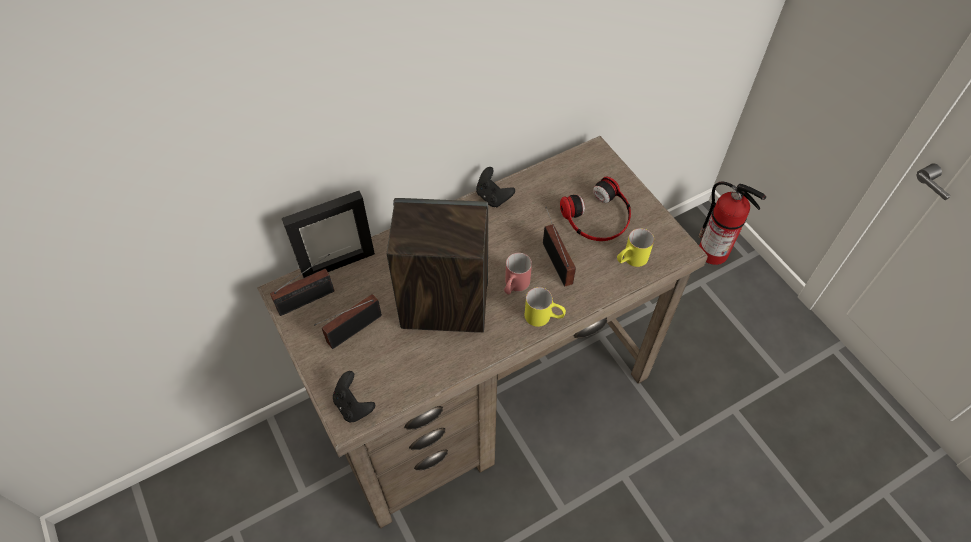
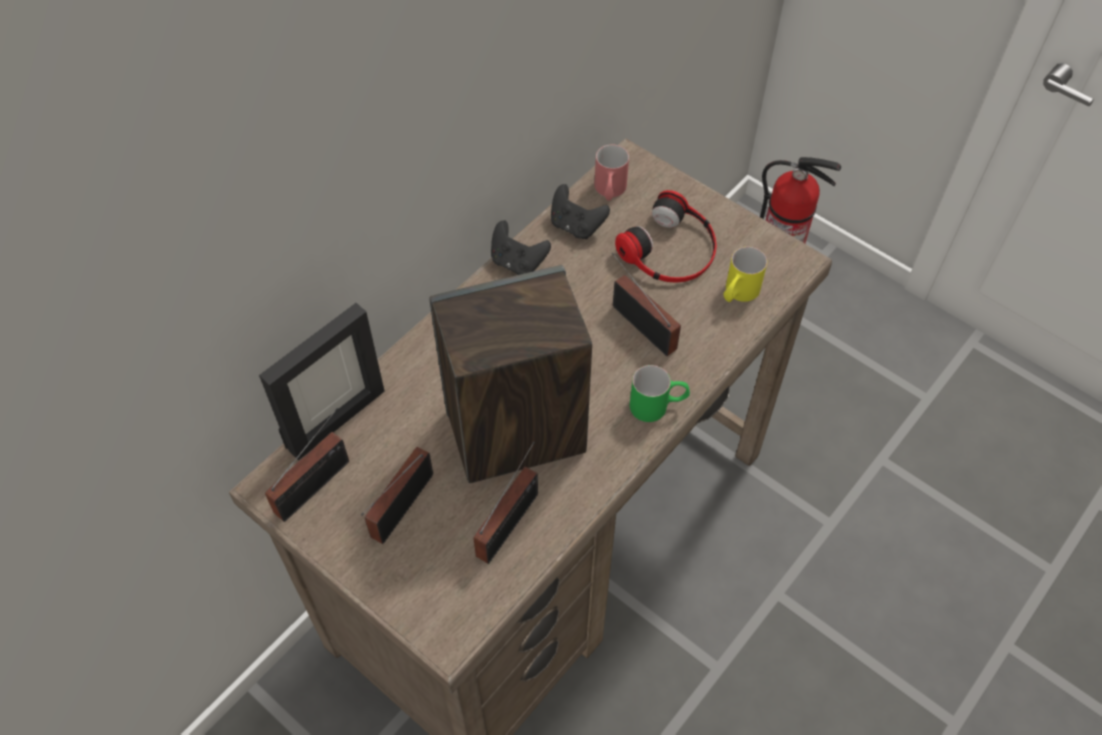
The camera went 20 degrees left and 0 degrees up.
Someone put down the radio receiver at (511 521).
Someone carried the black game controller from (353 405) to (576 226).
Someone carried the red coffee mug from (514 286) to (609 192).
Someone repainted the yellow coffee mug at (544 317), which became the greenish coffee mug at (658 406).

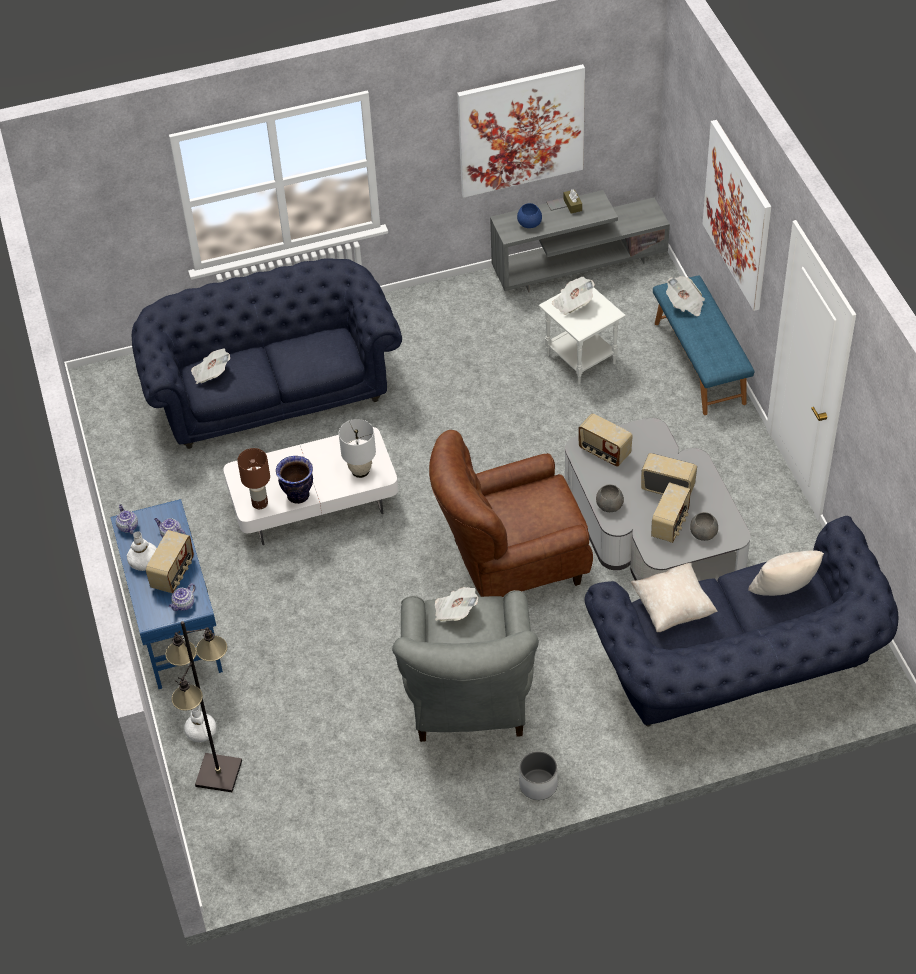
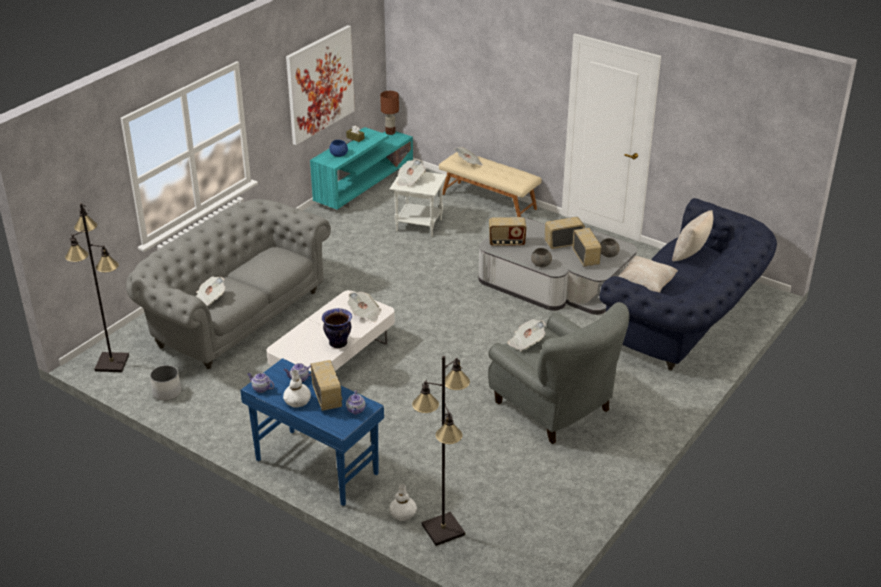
The camera went 40 degrees left and 15 degrees down.
Someone put down the black standard lamp at (112 363).
Someone repainted the blue-coloured sofa at (271 388), which became the greyish sofa at (233 315).
Someone carried the whitish plant pot from (538 784) to (167 392).
Someone repainted the greyish tv stand at (580 264), which became the blue-green tv stand at (365 185).
Someone swapped the whitish table lamp at (360 471) for the printed paper at (365 314).
Someone carried the brown table lamp from (259 503) to (390 133).
Someone repainted the blue-coloured bench at (700 362), which became the beige-coloured bench at (489 201).
Someone took away the brown armchair at (510 563).
Someone took away the picture at (738 214).

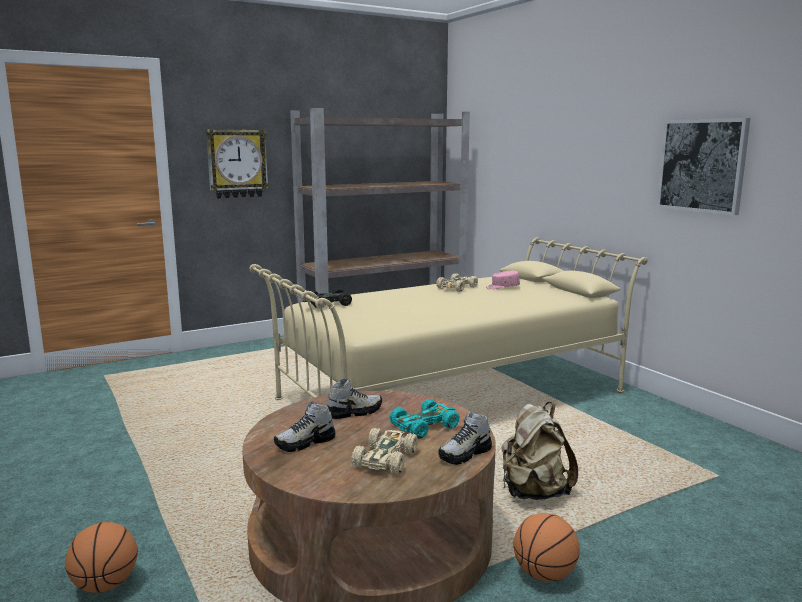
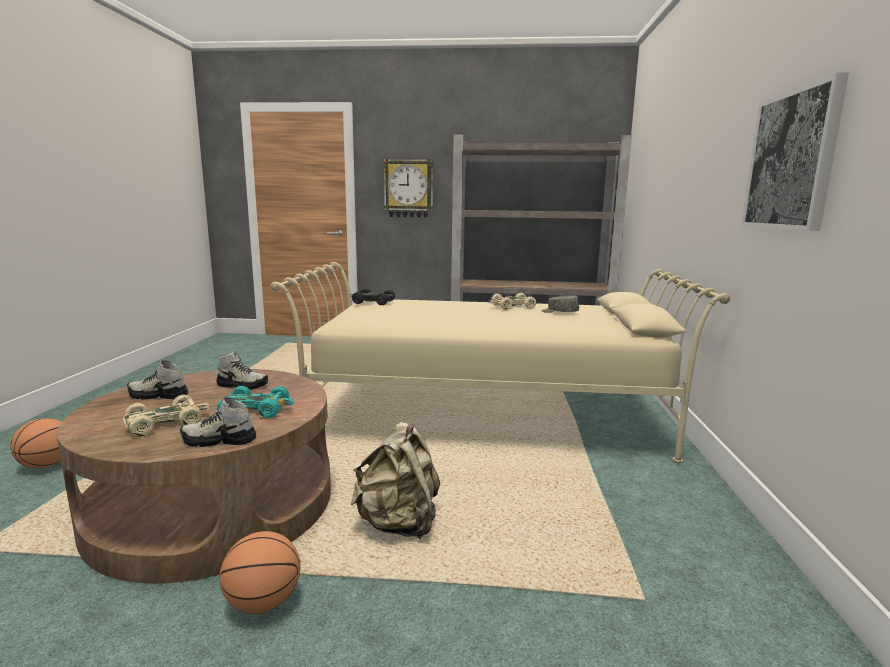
The camera went 35 degrees right and 0 degrees up.
Someone repainted the pinkish peaked cap at (502 287), which became the greyish peaked cap at (559 312).

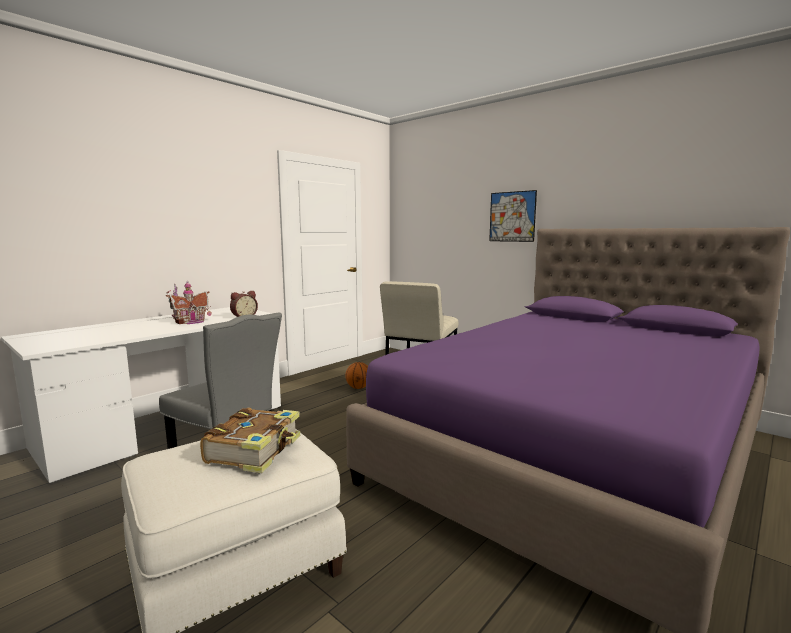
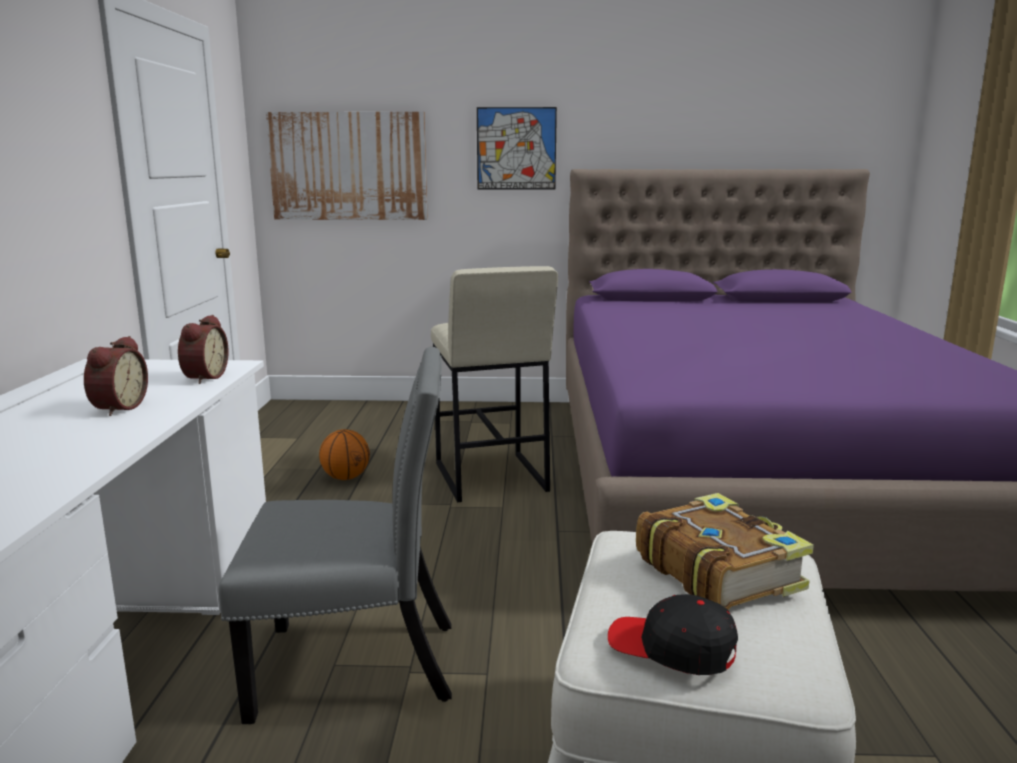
The camera went 40 degrees left and 5 degrees up.
Someone swapped the model house at (191 322) for the bedside clock at (117 408).
Someone put up the picture at (348 166).
Someone put down the black peaked cap at (672 648).

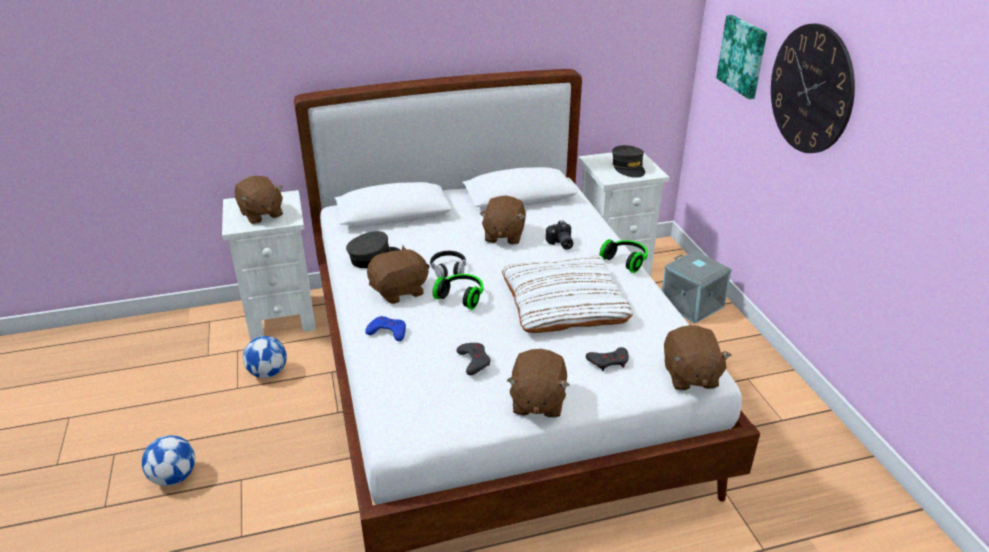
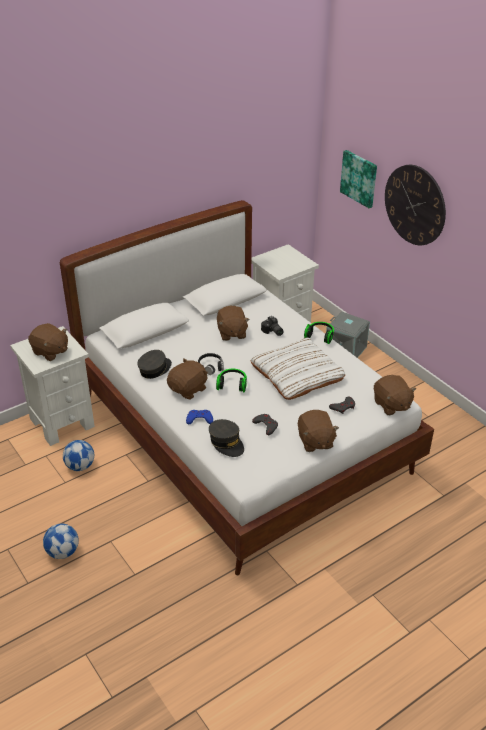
The camera went 20 degrees left and 5 degrees up.
Someone carried the greyish peaked cap from (628 168) to (226 443).

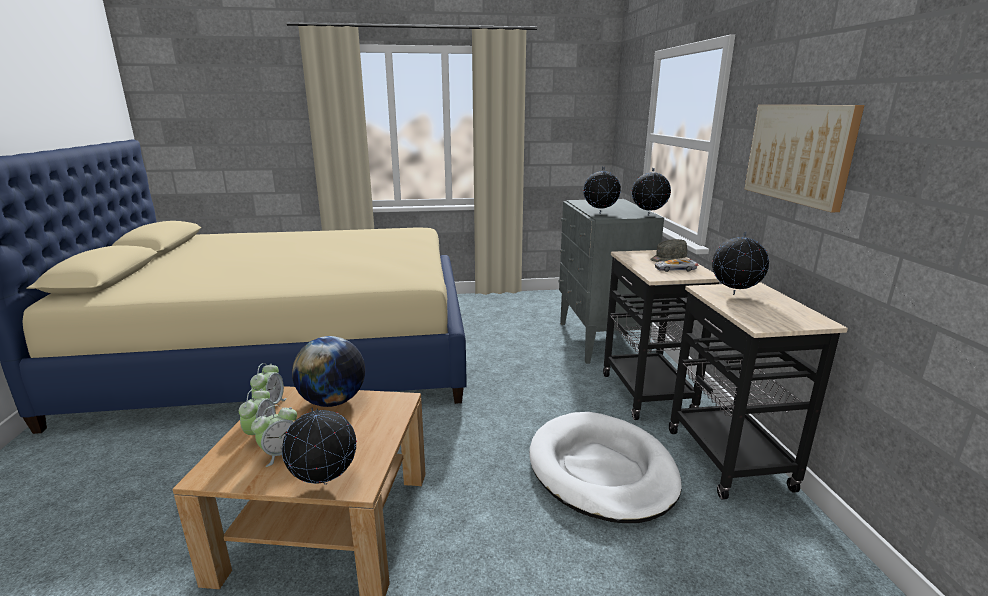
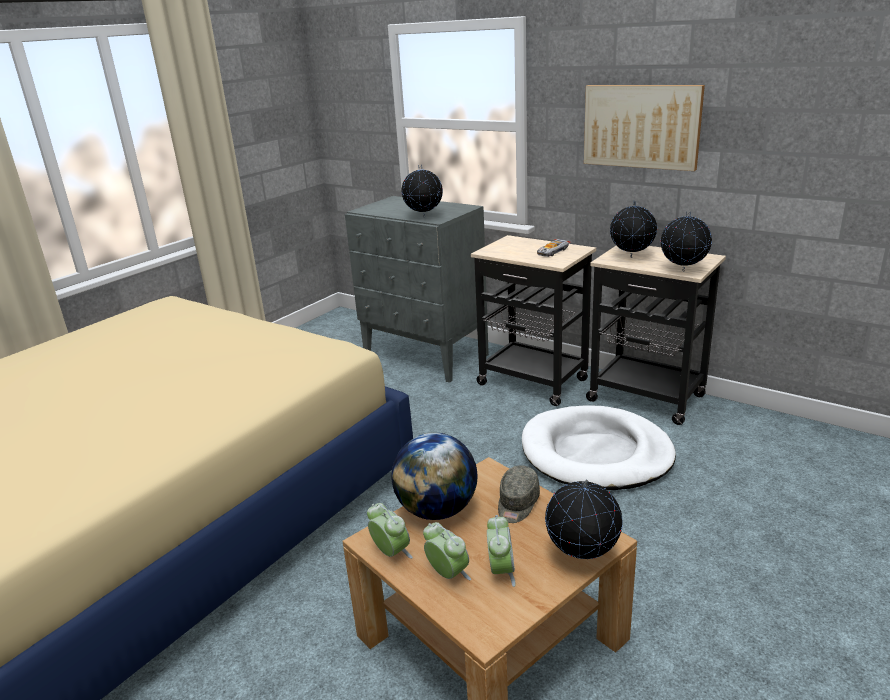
The camera went 45 degrees left and 5 degrees up.
Someone carried the greyish peaked cap from (667 259) to (517 504).
Someone carried the desk globe from (648 215) to (683 270).

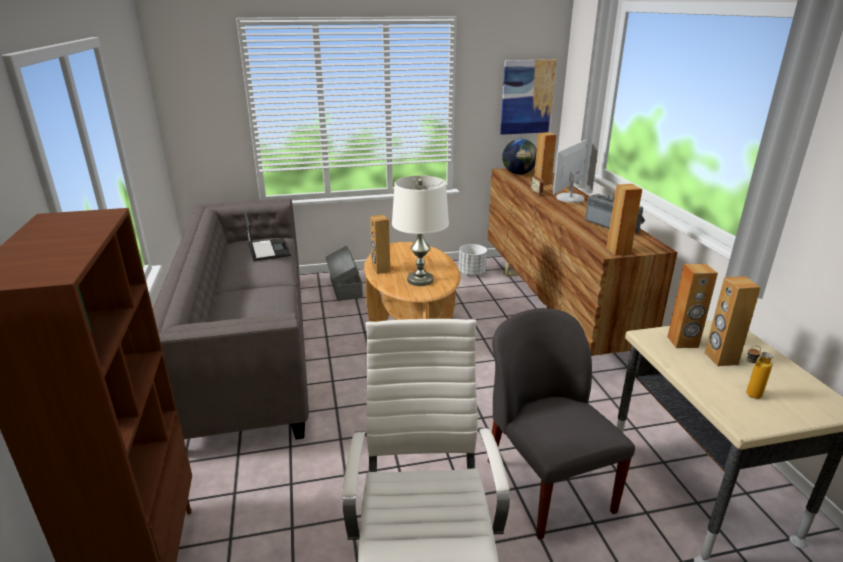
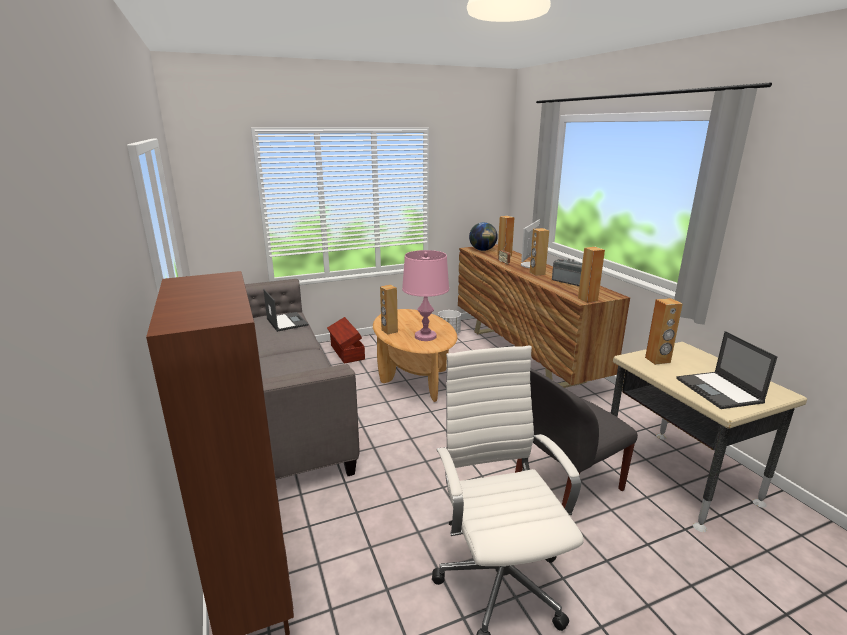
The camera went 10 degrees left and 5 degrees down.
Someone repainted the greyish storage box at (345 287), which became the brown storage box at (346 352).
Someone repainted the whitish table lamp at (420 280), which became the pinkish table lamp at (425 336).
Someone rotated the greyish chair at (546 484) by 90 degrees counterclockwise.
Someone carried the brown speaker from (720 358) to (537 273).
Someone swapped the bottle at (747 395) for the portable computer at (719 391).
Someone took away the picture at (527 97).

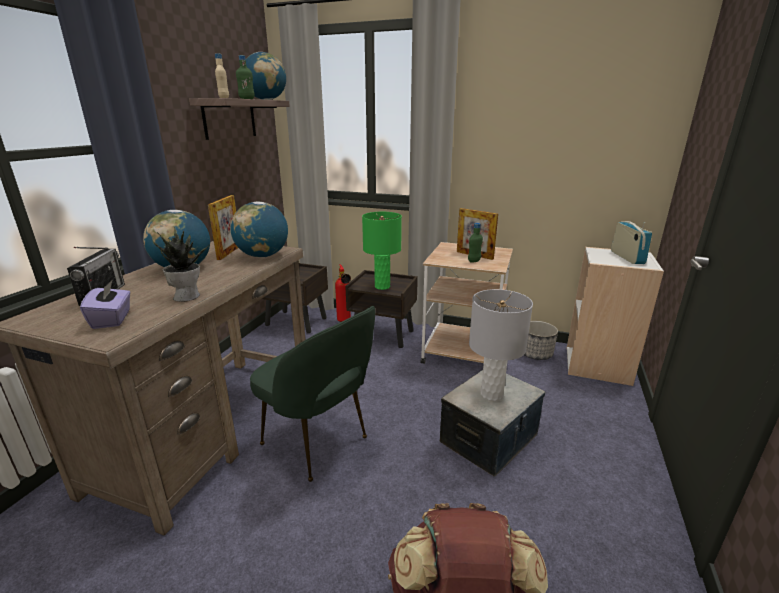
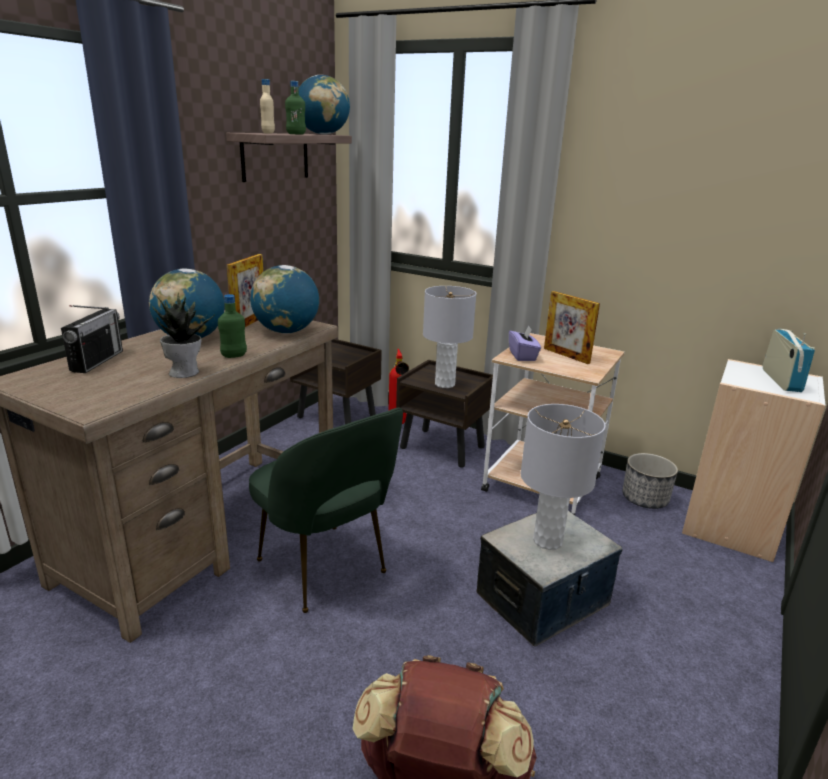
The camera went 10 degrees right and 0 degrees up.
Someone carried the greenish bottle from (474 261) to (234 356).
Someone repainted the greenish table lamp at (382 286), which became the greyish table lamp at (445 384).
Someone carried the purple box of tissues from (112 319) to (523 356).

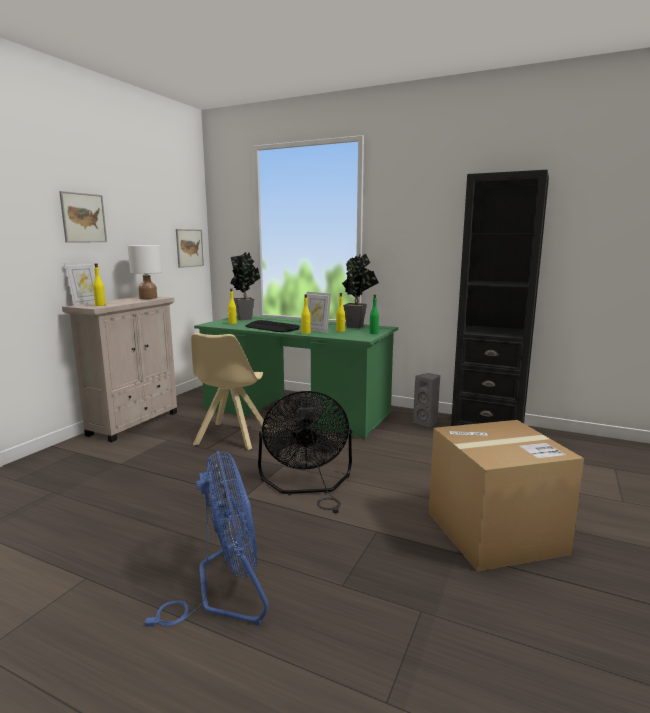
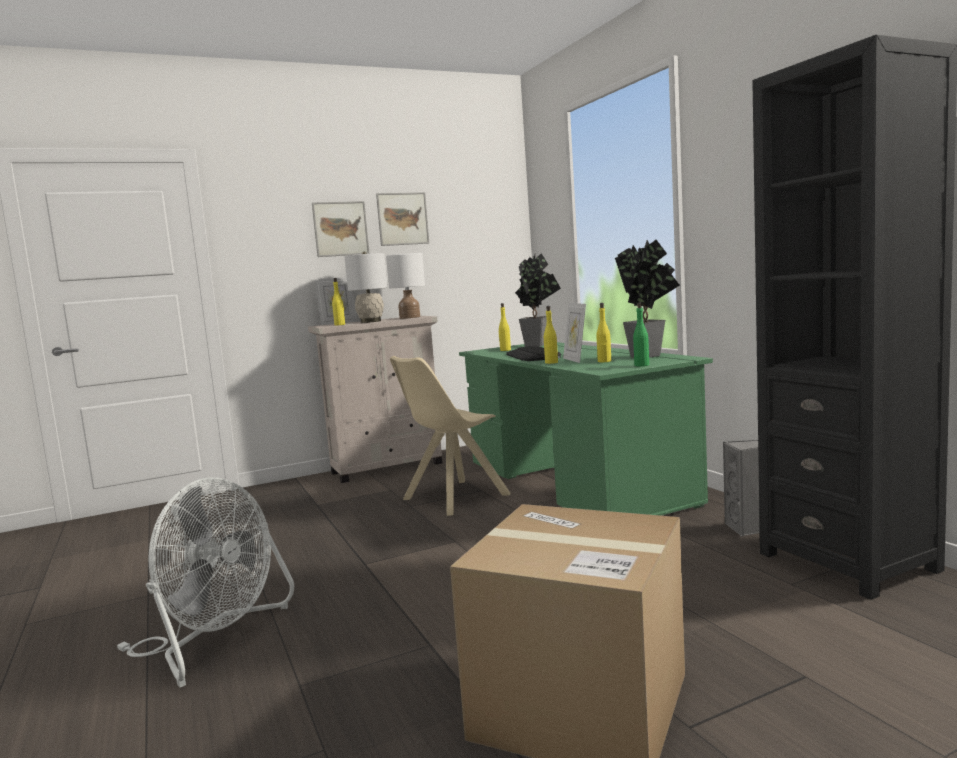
The camera went 40 degrees right and 5 degrees down.
Someone repainted the blue-coloured electric fan at (222 587), which became the whitish electric fan at (210 642).
Someone put down the whitish table lamp at (370 321).
Someone carried the picture from (189 248) to (402 219).
Someone took away the black electric fan at (310 486).

